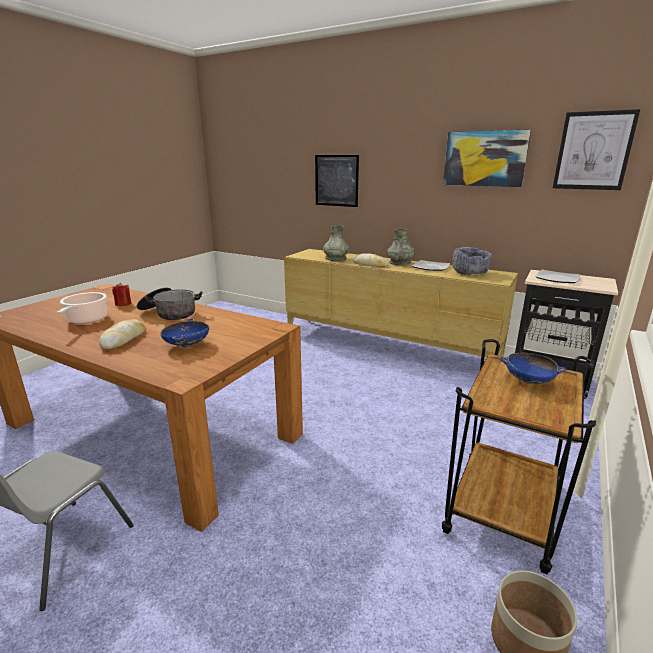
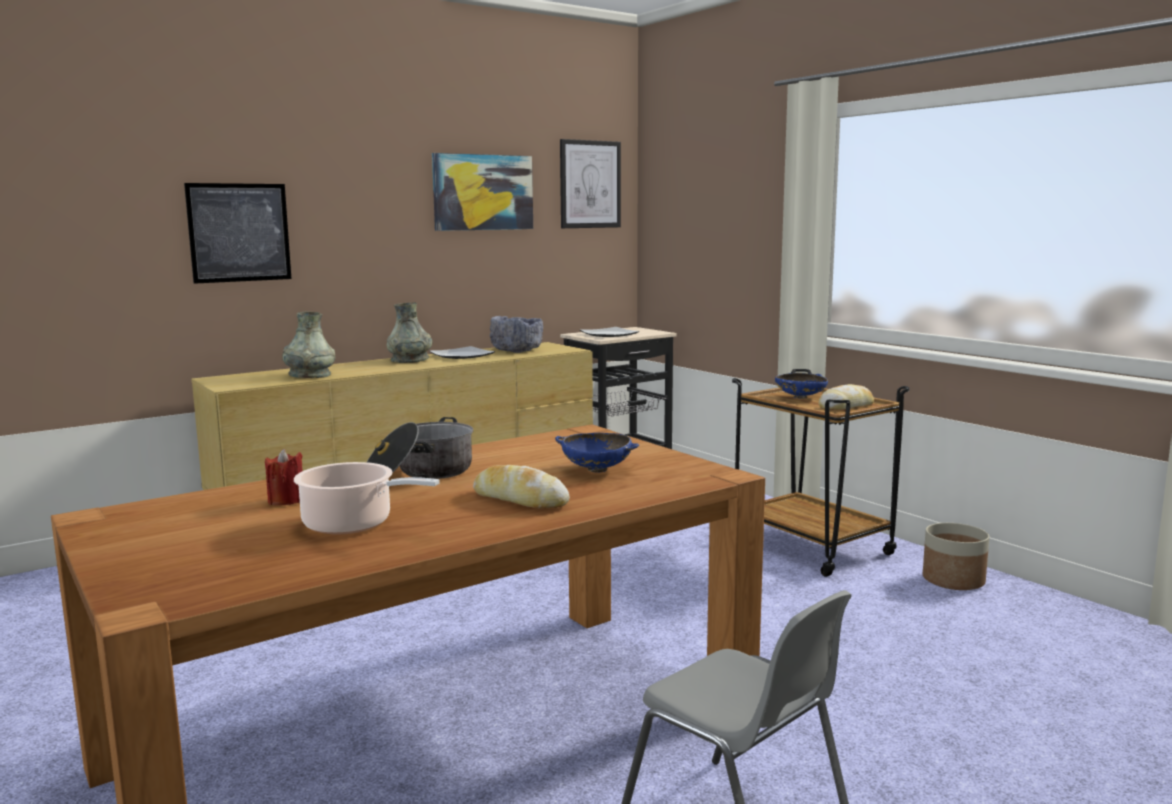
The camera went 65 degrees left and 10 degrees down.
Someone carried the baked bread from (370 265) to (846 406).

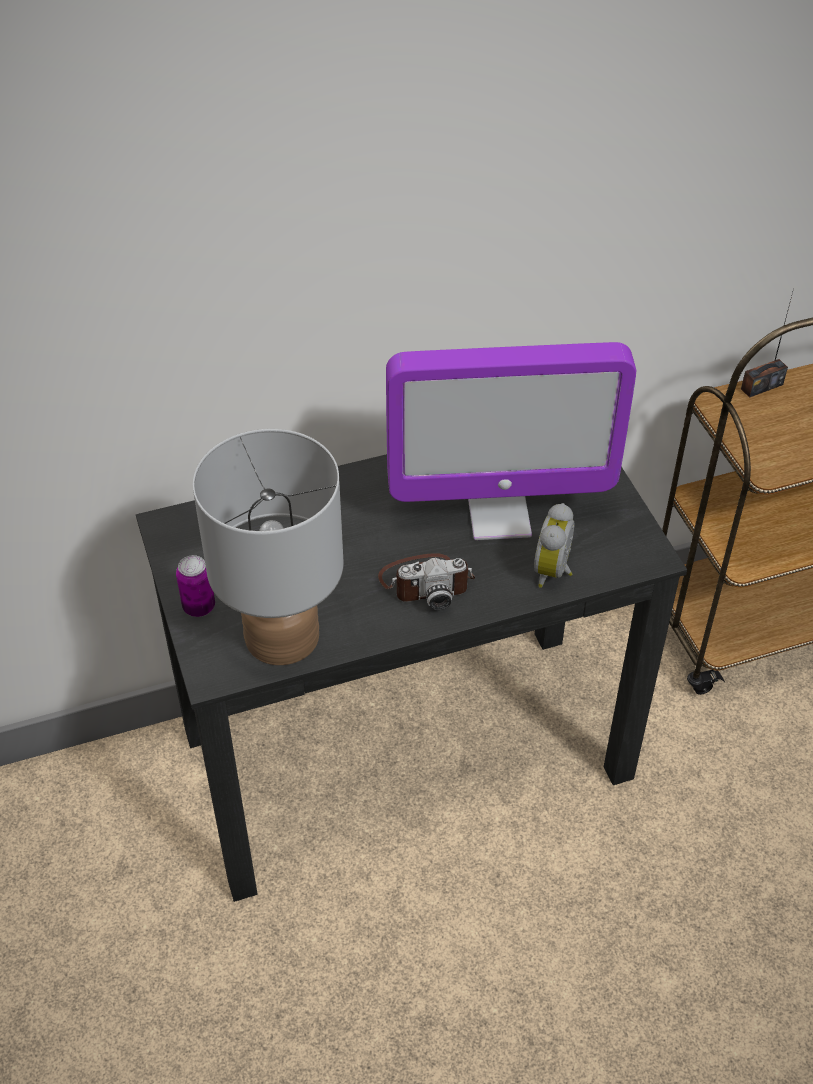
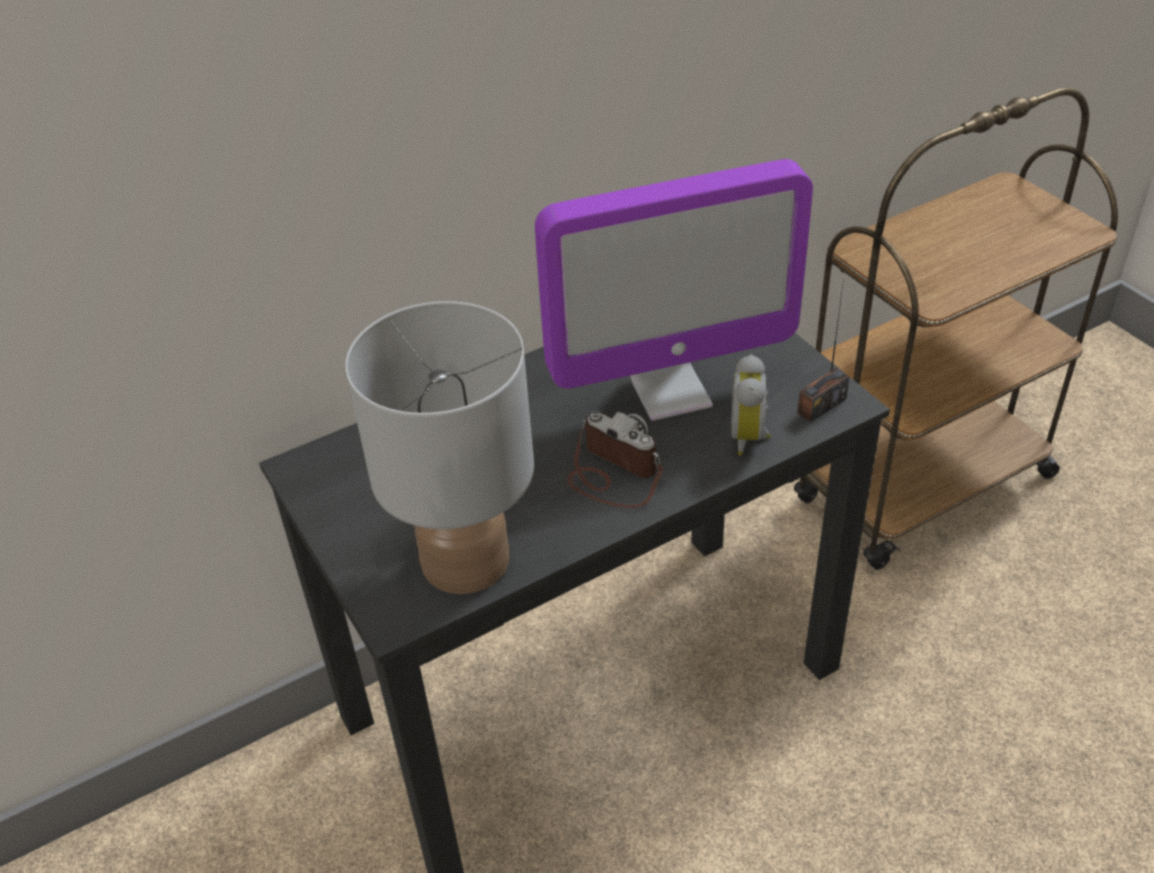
The camera went 10 degrees left and 5 degrees down.
Someone rotated the photo camera at (426 582) by 120 degrees counterclockwise.
Someone carried the radio receiver from (761 386) to (821 405).
Someone took away the sealed can at (199 607).

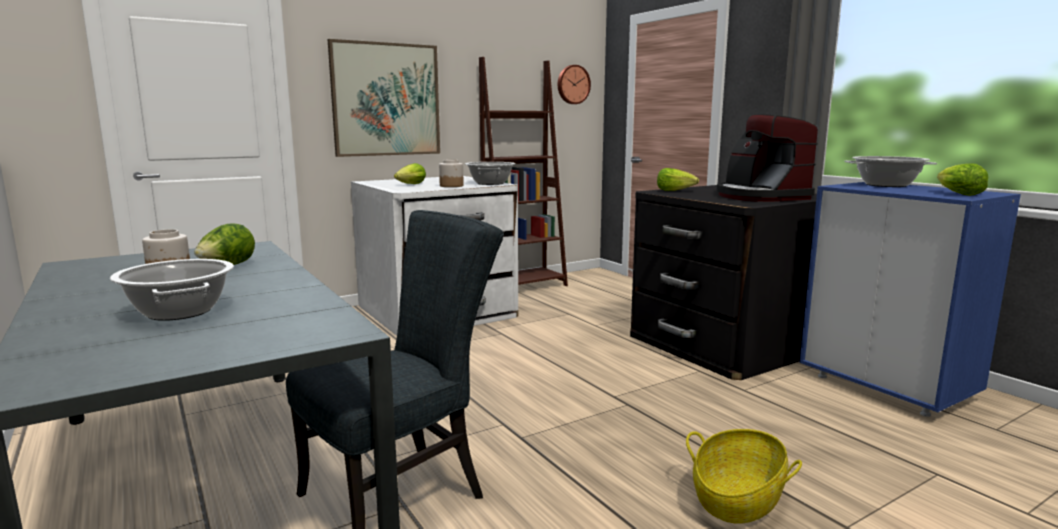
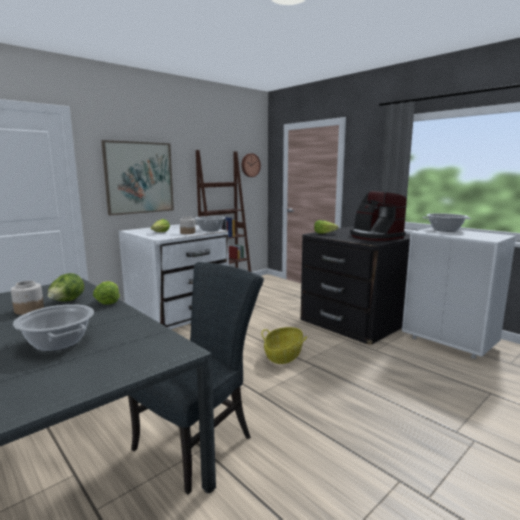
The camera went 10 degrees left and 0 degrees up.
Someone carried the head of lettuce from (957 194) to (108 301).
Someone carried the household basket from (737 499) to (283 355).
Someone repainted the blue-coloured cabinet at (888 388), which became the whitish cabinet at (450 342).

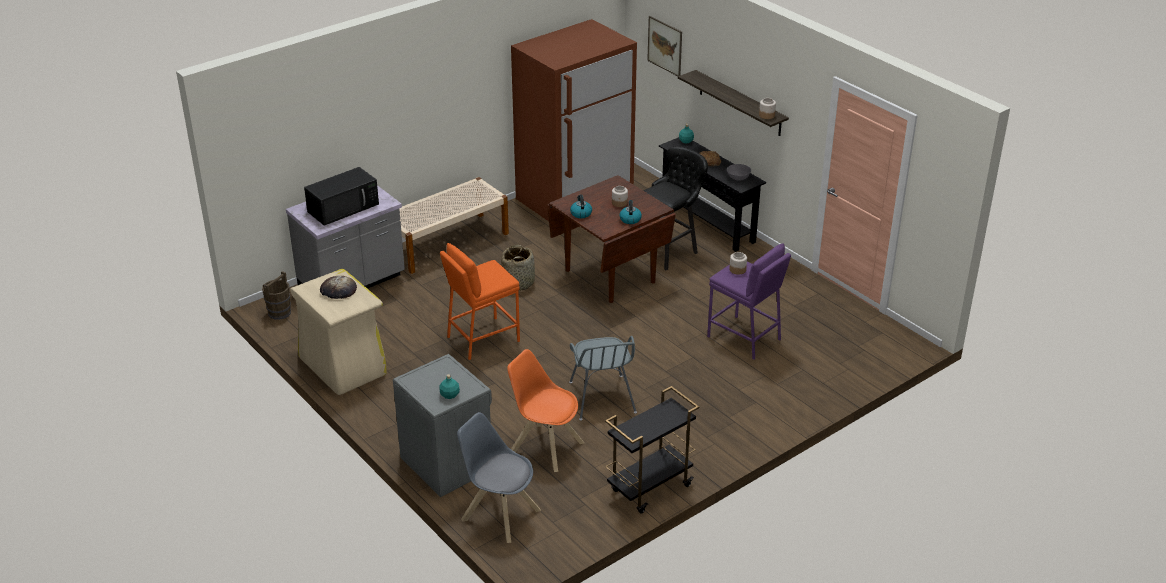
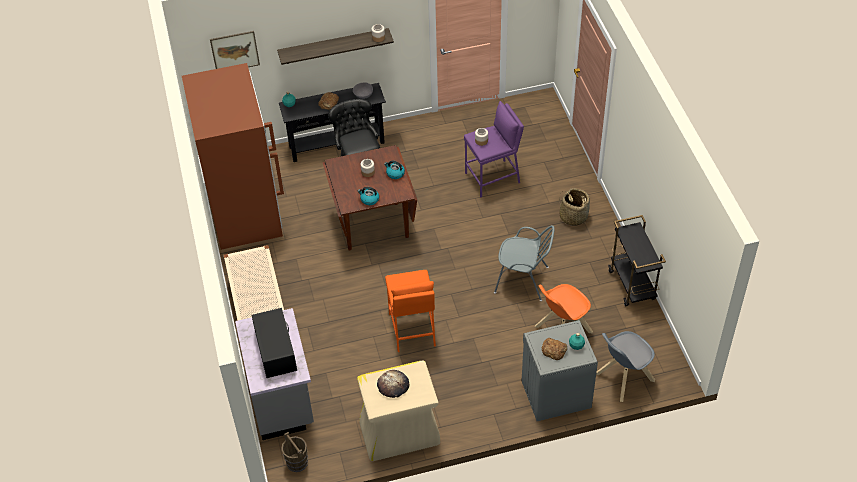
The camera went 65 degrees left and 15 degrees up.
Someone put down the baked bread at (554 350).
Someone carried the household basket from (518 282) to (573 216).

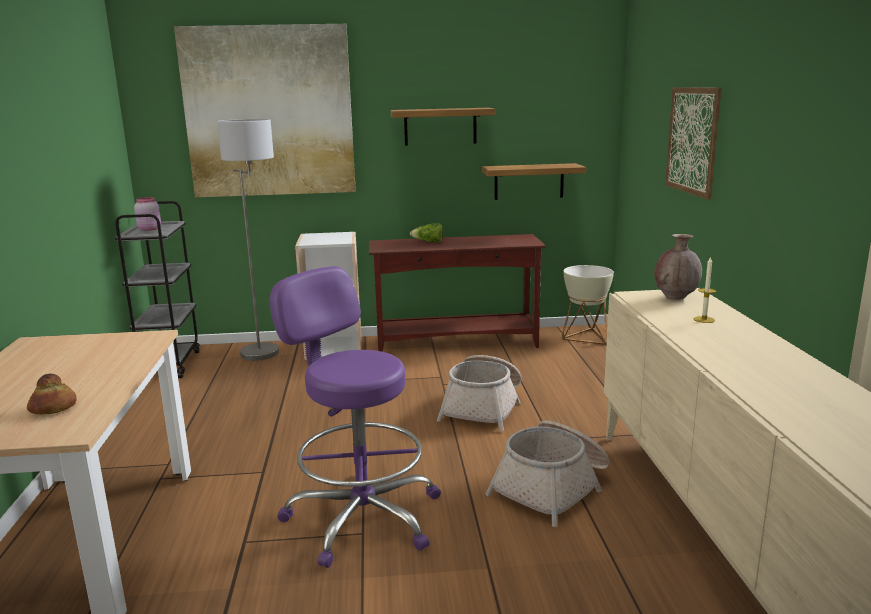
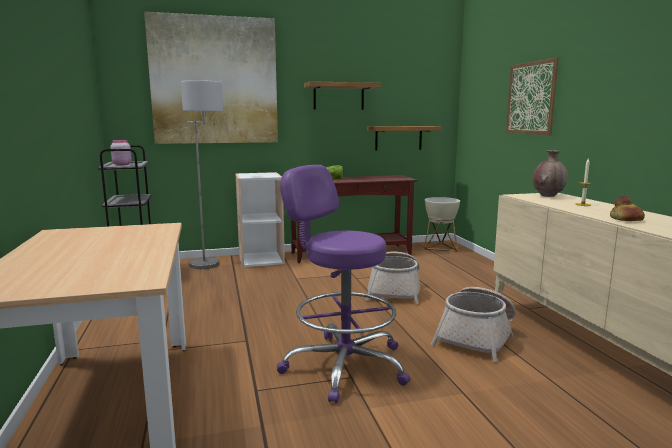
The camera went 10 degrees left and 5 degrees down.
Someone carried the baked bread from (53 408) to (625 220).

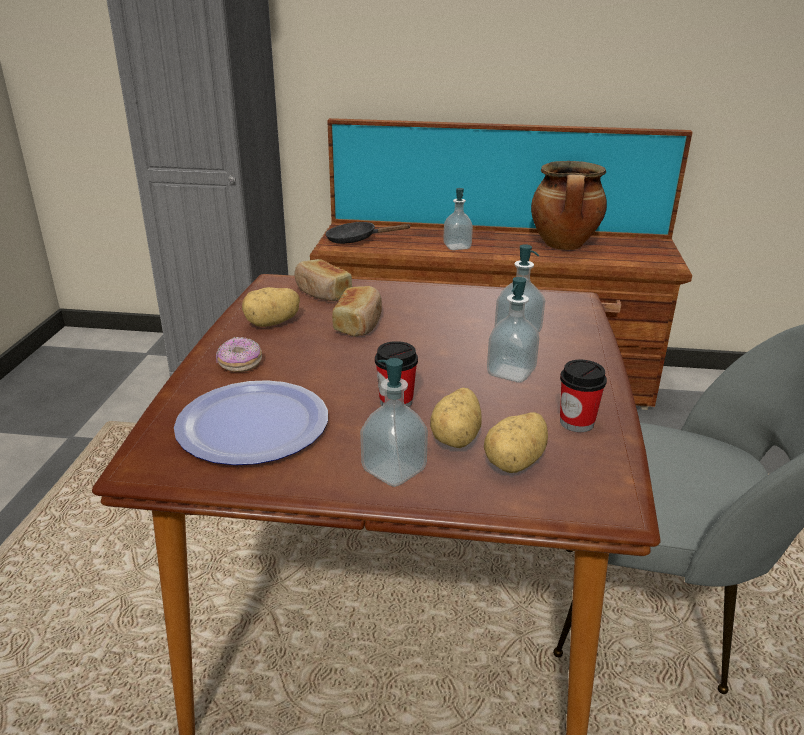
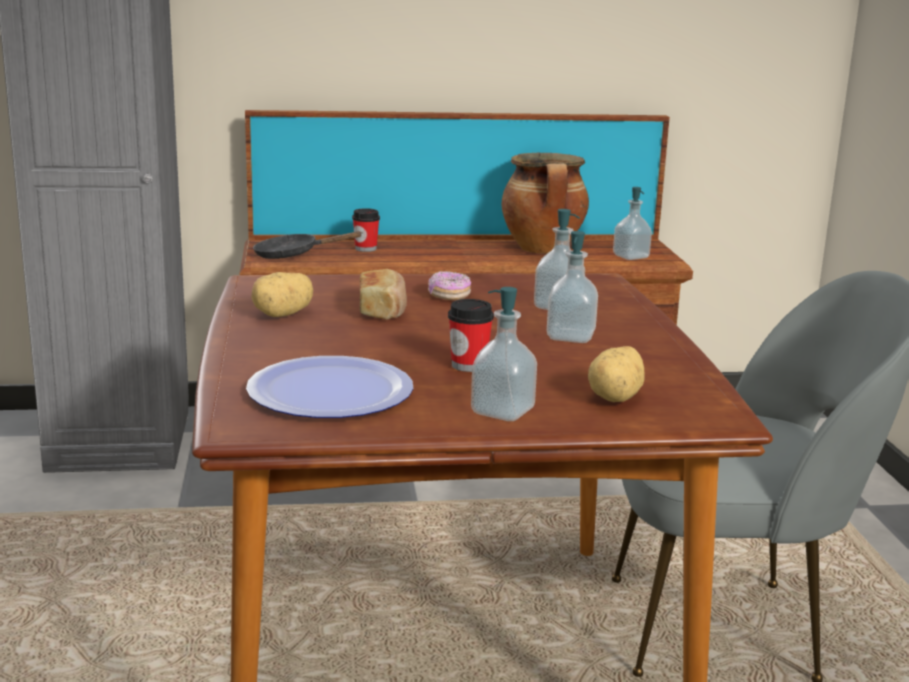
The camera went 15 degrees left and 10 degrees down.
Someone carried the small cup from (576 422) to (365 249).
Someone carried the ring doughnut from (240 364) to (448 296).
Someone carried the soap dispenser from (457 246) to (630 257).
Someone took away the baked bread at (322 292).
Someone took away the potato at (457 438).

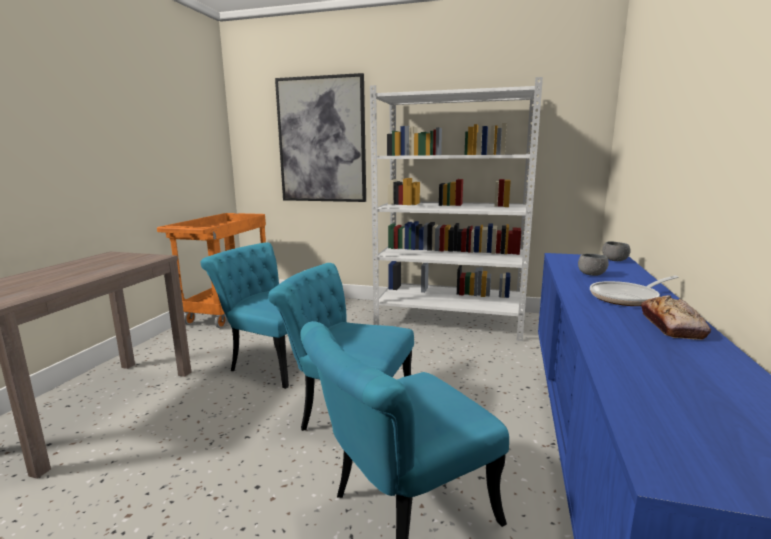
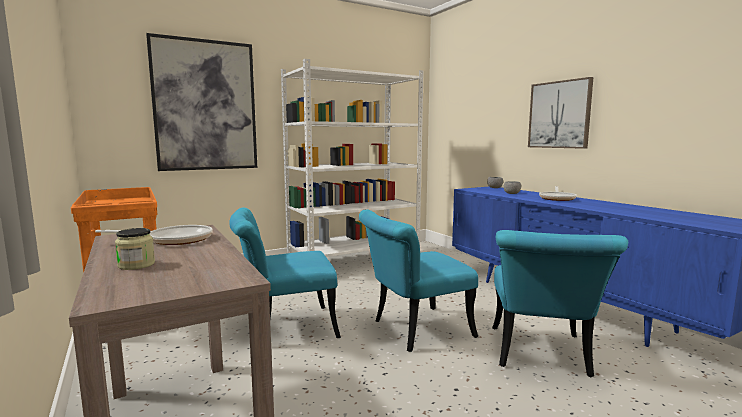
The camera went 45 degrees left and 5 degrees down.
Someone put down the skillet at (174 240).
Someone put down the storage jar at (136 265).
Someone put up the picture at (559 115).
Someone took away the baked bread at (671 326).

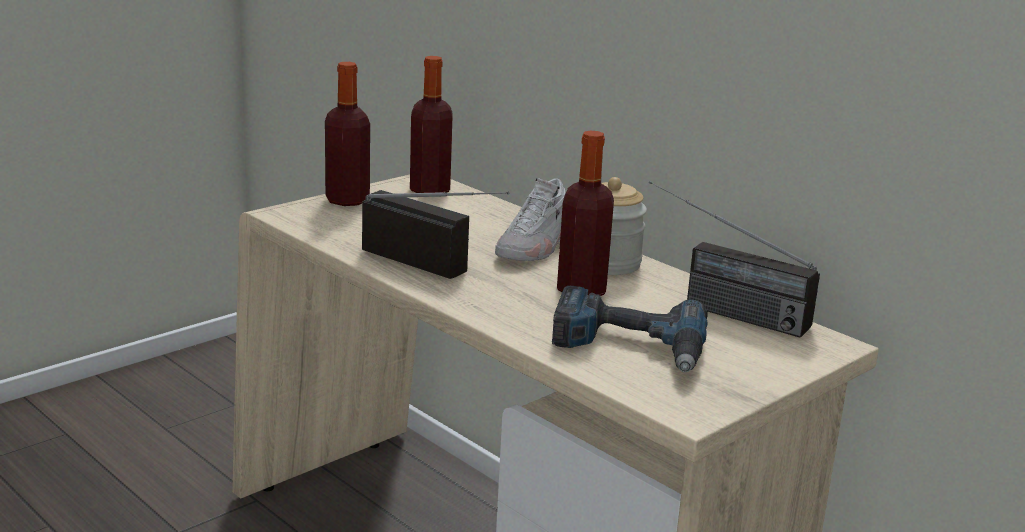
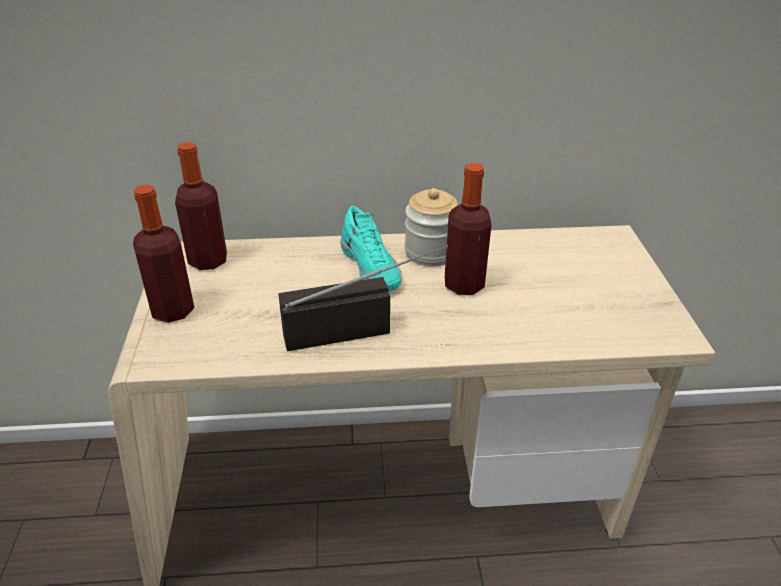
The camera went 50 degrees left and 15 degrees up.
Someone repainted the whitish shoe at (534 247), which became the blue-green shoe at (371 267).
Someone took away the power drill at (628 346).
Someone took away the radio receiver at (715 309).

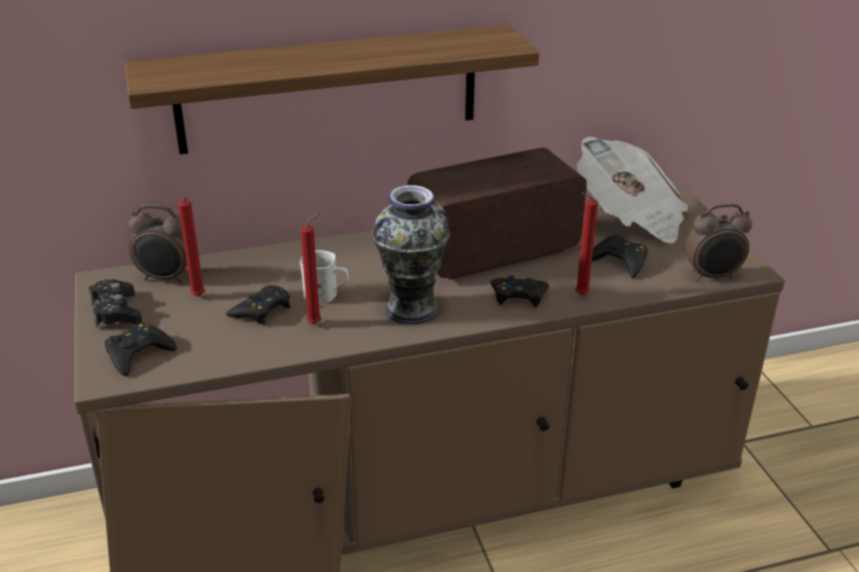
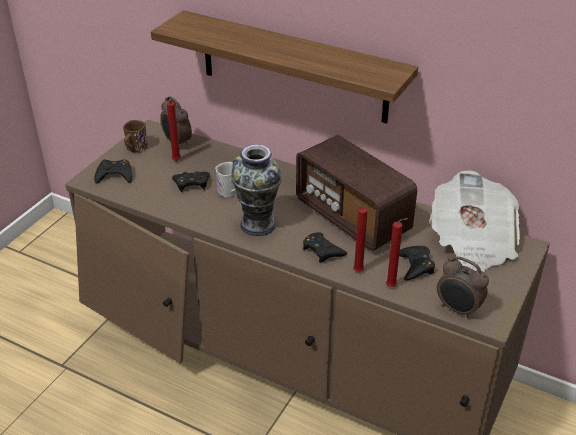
The camera went 45 degrees right and 5 degrees up.
Someone swapped the black game controller at (116 311) for the brown coffee mug at (135 149).
Someone rotated the radio receiver at (494 251) by 150 degrees counterclockwise.
Someone carried the red wax light from (316 323) to (392 287).

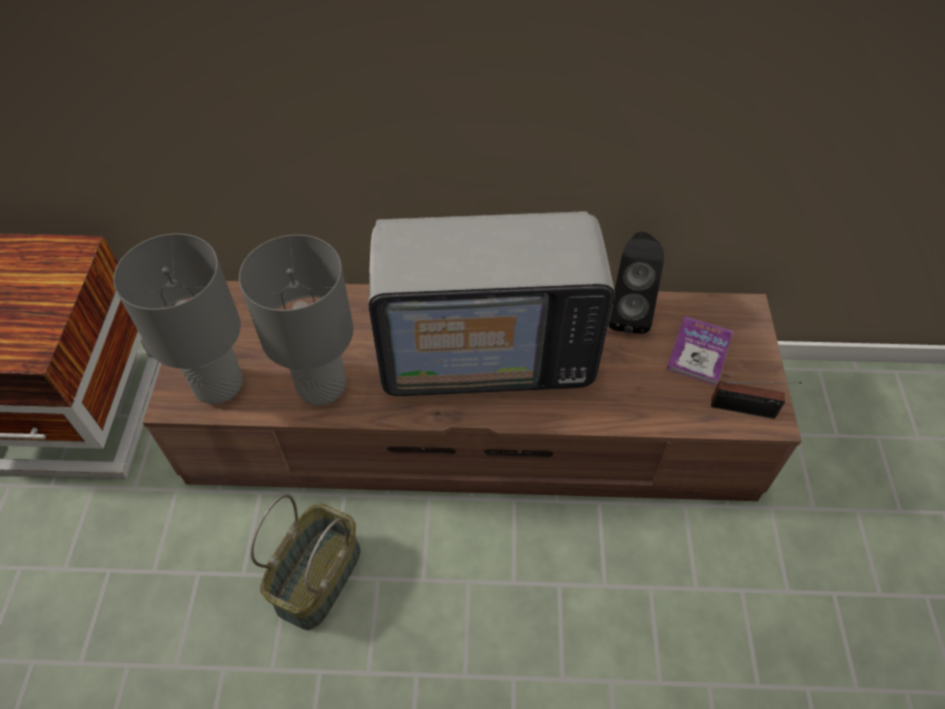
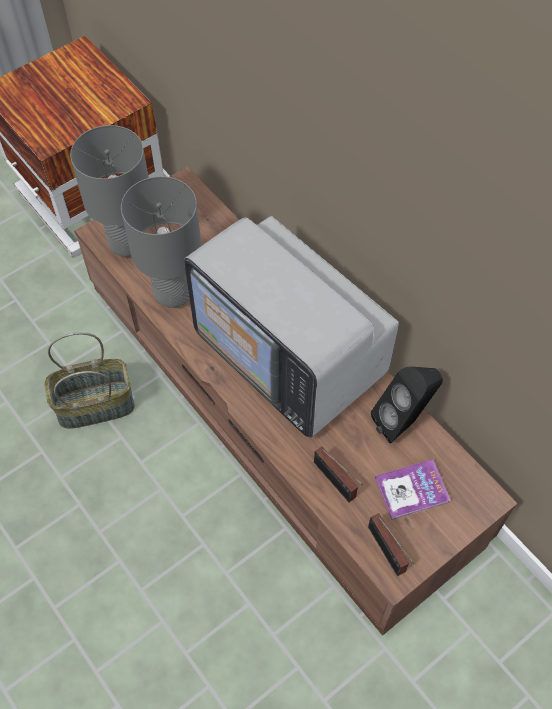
The camera went 50 degrees right and 5 degrees up.
Someone put down the radio receiver at (336 482).

